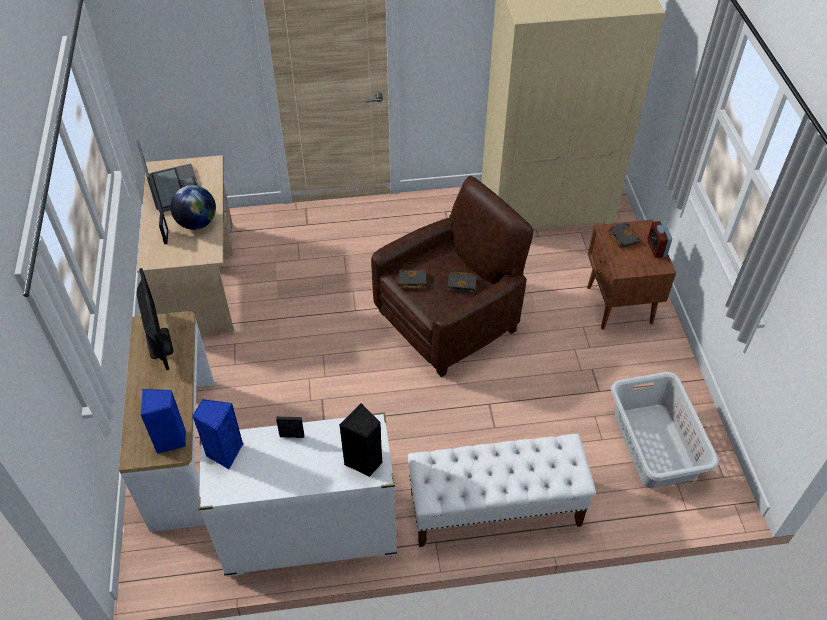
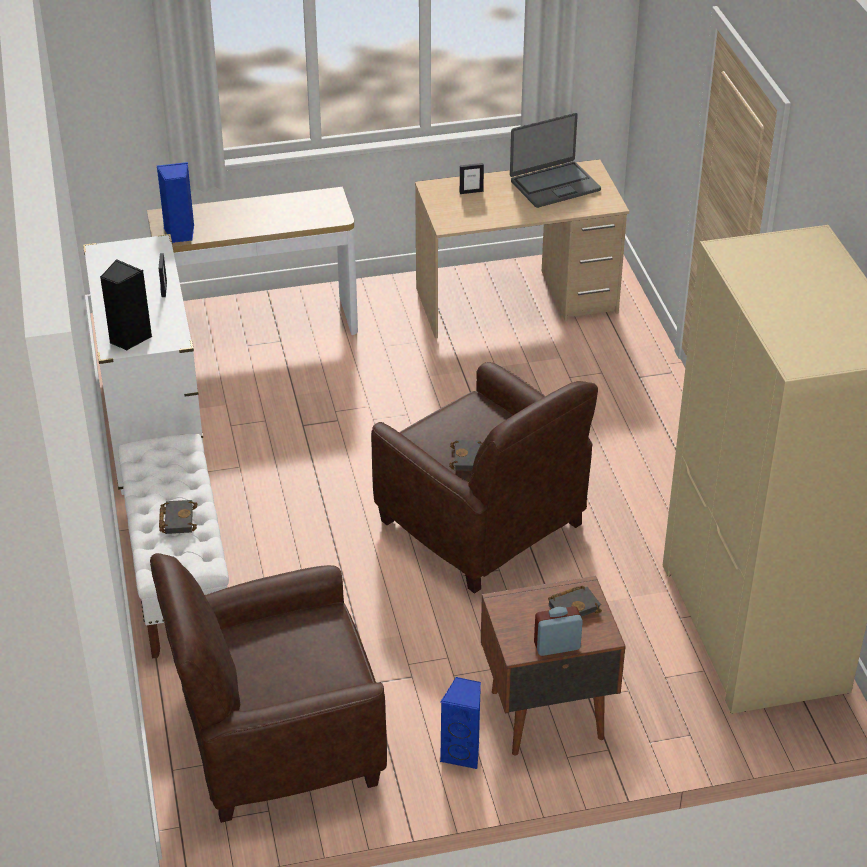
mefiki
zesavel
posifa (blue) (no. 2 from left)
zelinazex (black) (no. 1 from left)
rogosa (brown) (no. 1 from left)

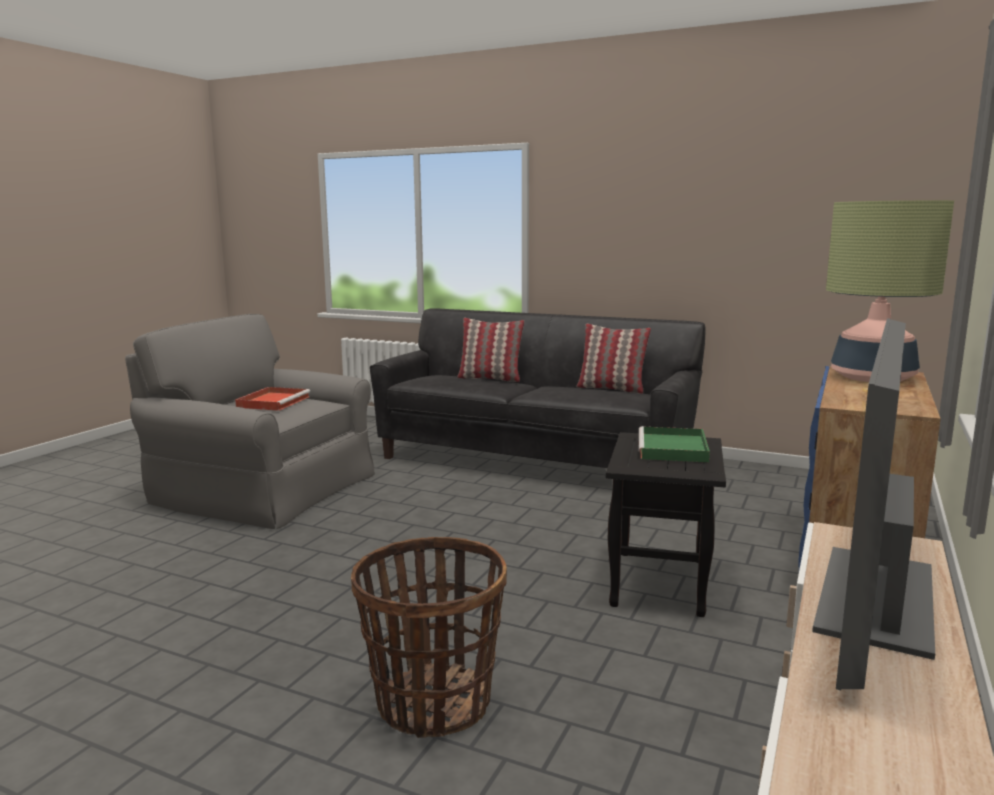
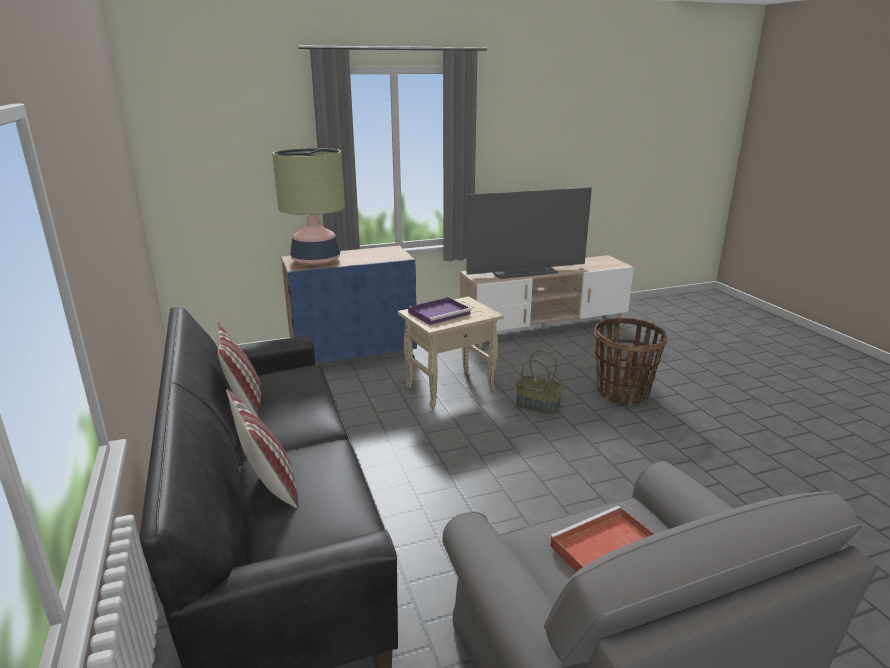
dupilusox (no. 1 from left)
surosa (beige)
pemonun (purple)

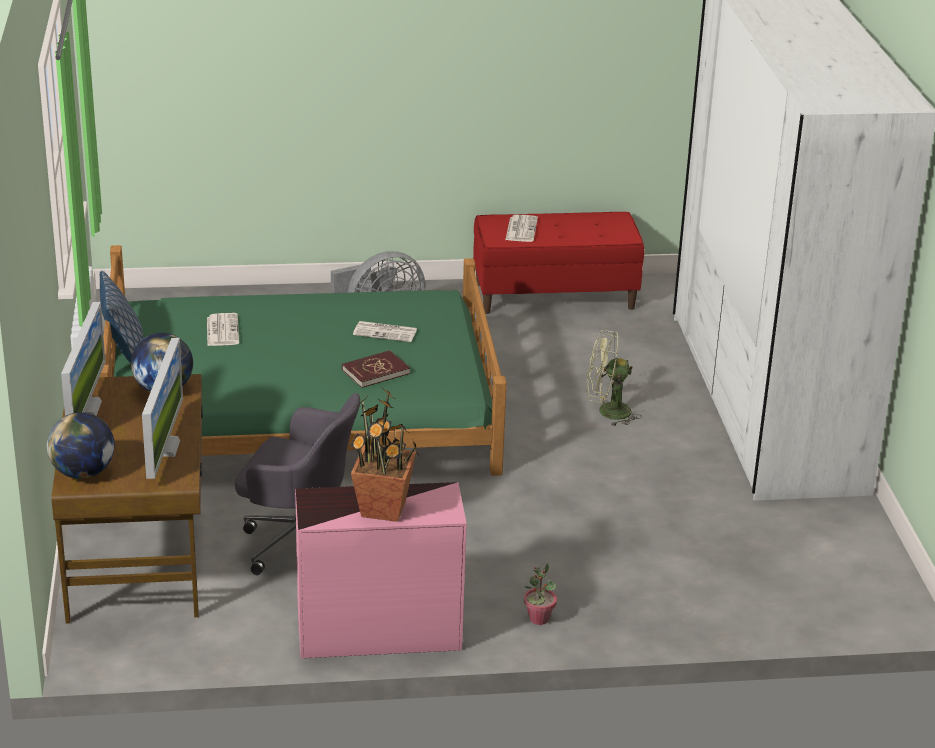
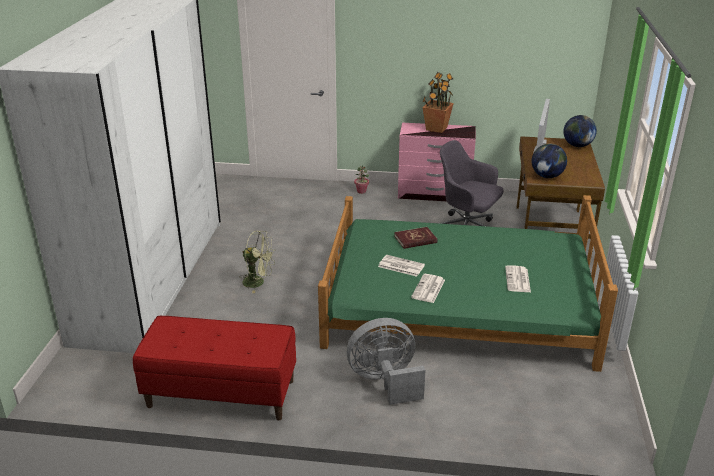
mefiki (no. 1 from left in the first image)
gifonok
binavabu (no. 2 from left)

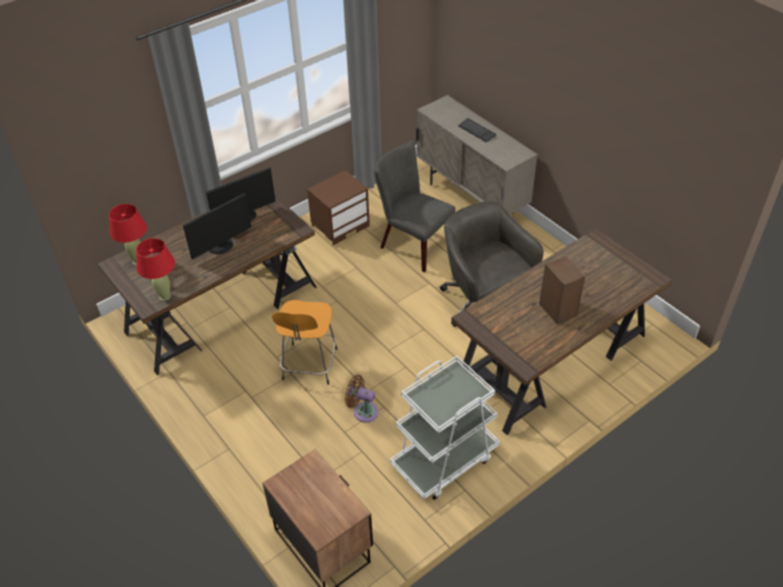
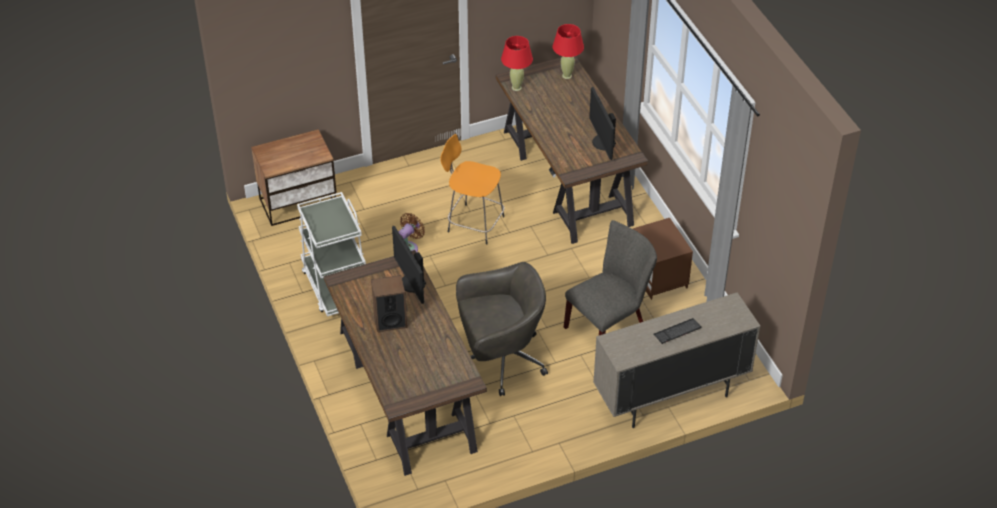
mefiki (no. 1 from left)

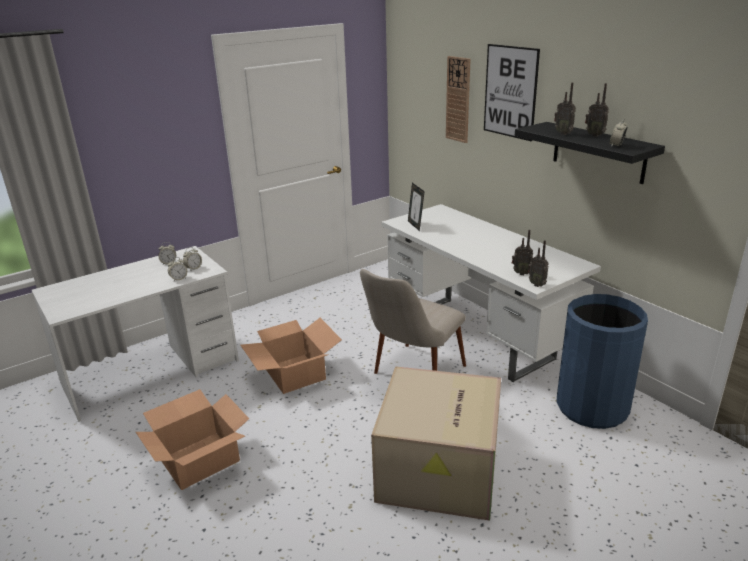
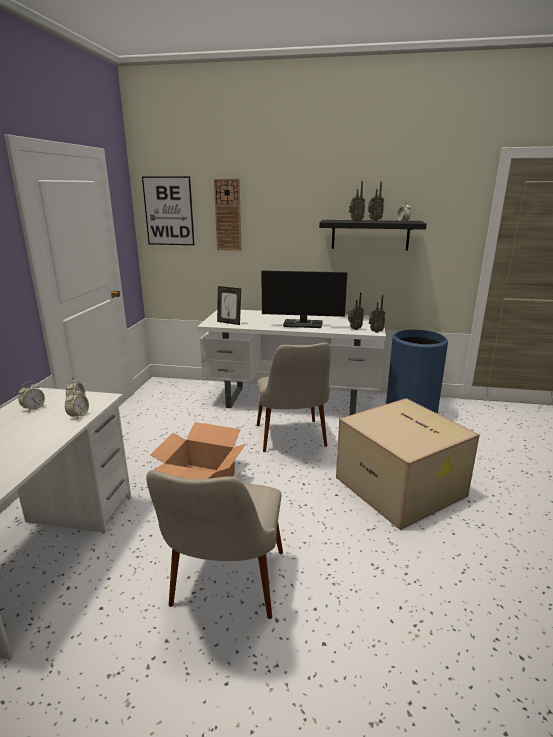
mefiki
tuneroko
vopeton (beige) (no. 1 from left)

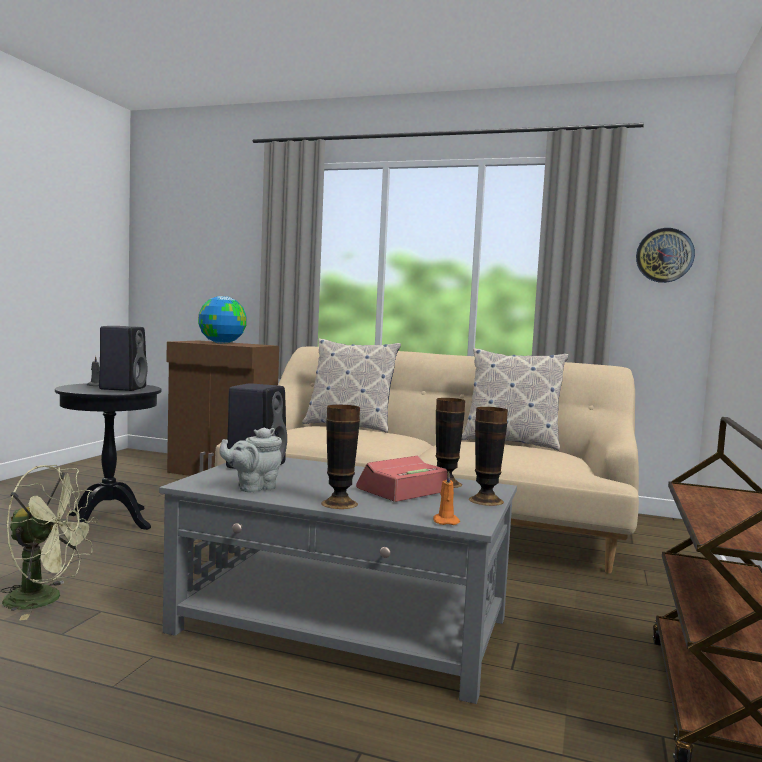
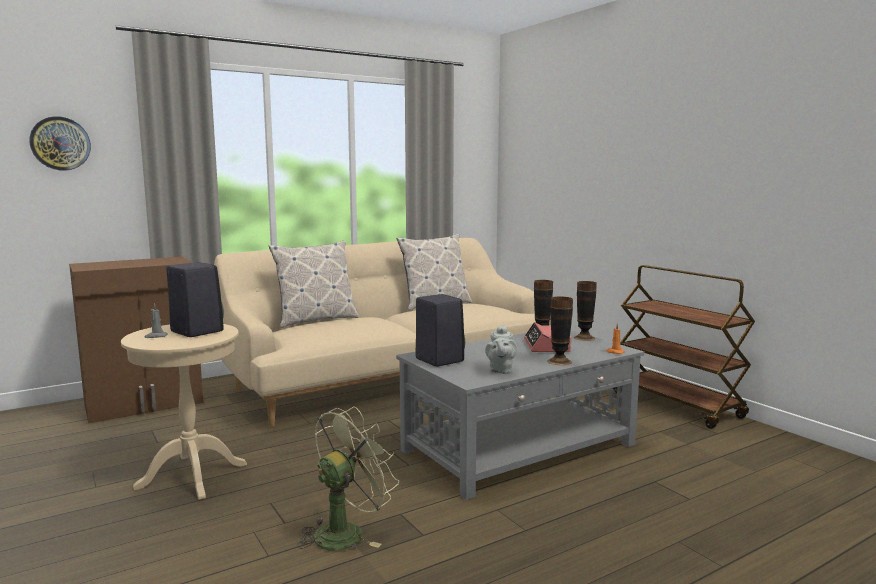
zesavel
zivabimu
surosa (beige)

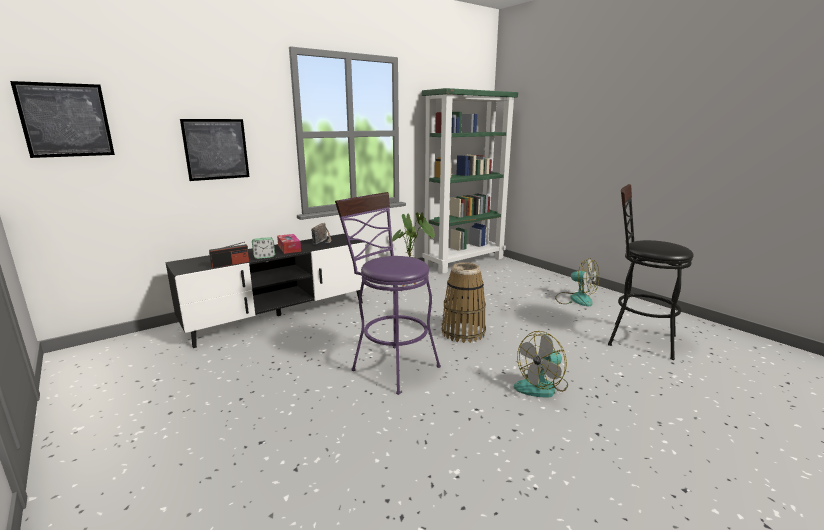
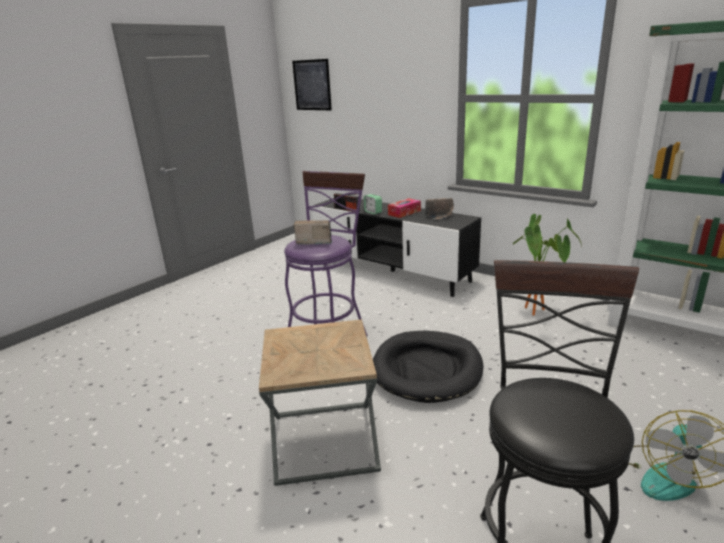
tuneroko (no. 2 from left in the first image)
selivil (no. 1 from left)
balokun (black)
surosa (brown)

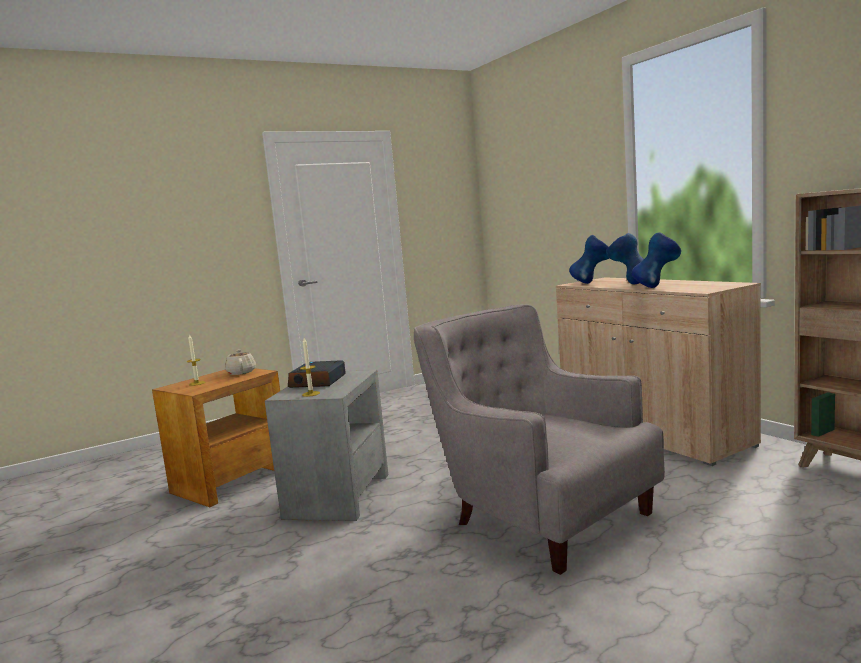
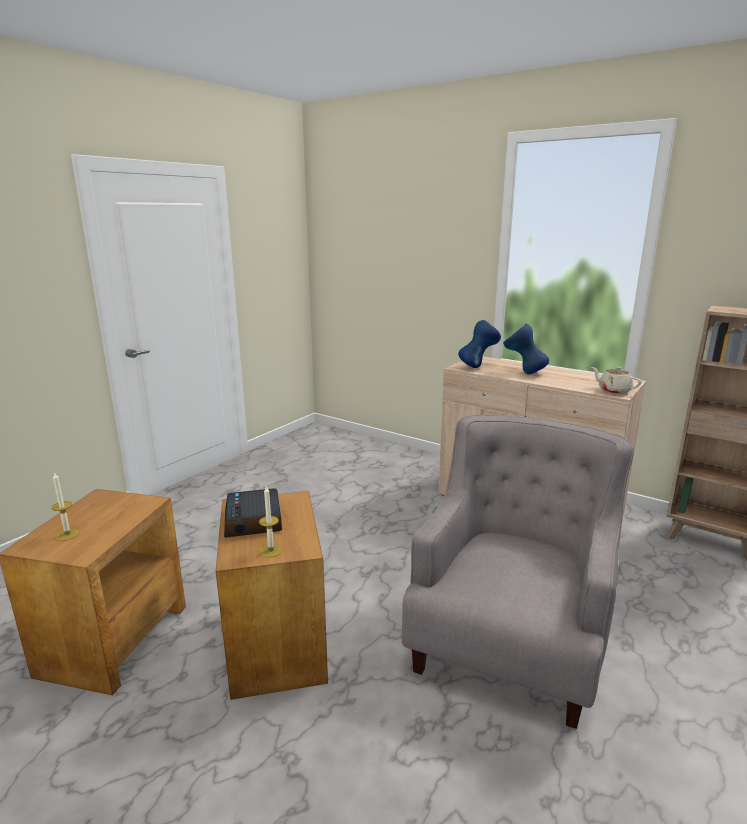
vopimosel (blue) (no. 3 from left in the first image)
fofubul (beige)
surosa (brown) (no. 2 from left)
rogosa (grey)

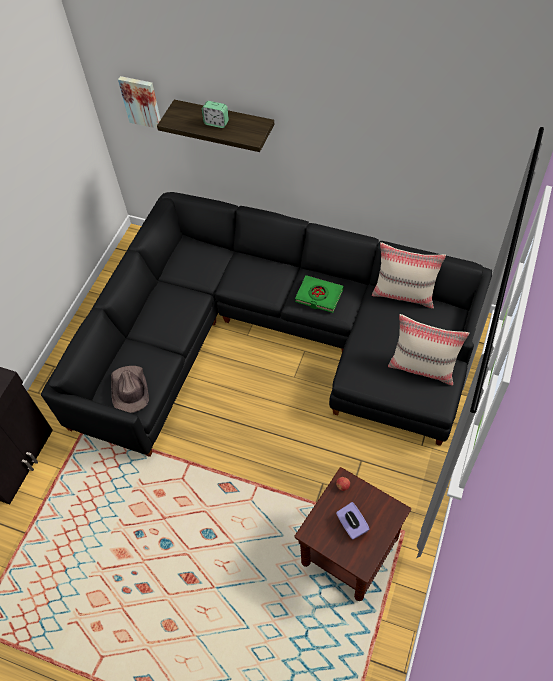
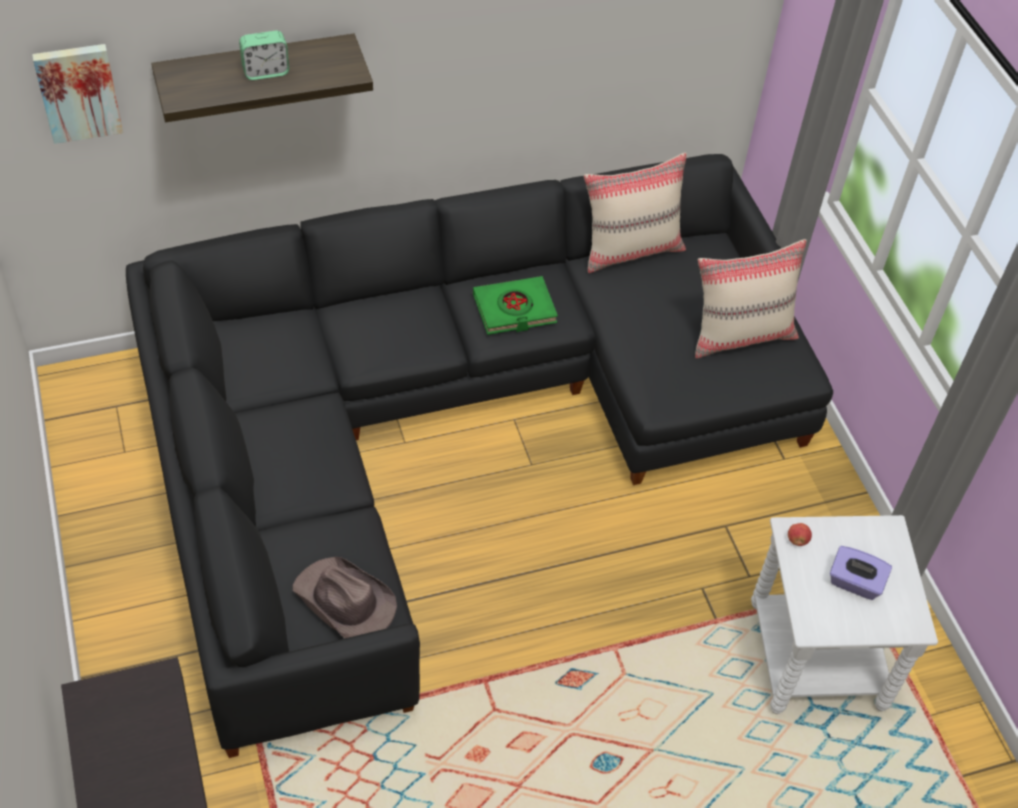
surosa (white)

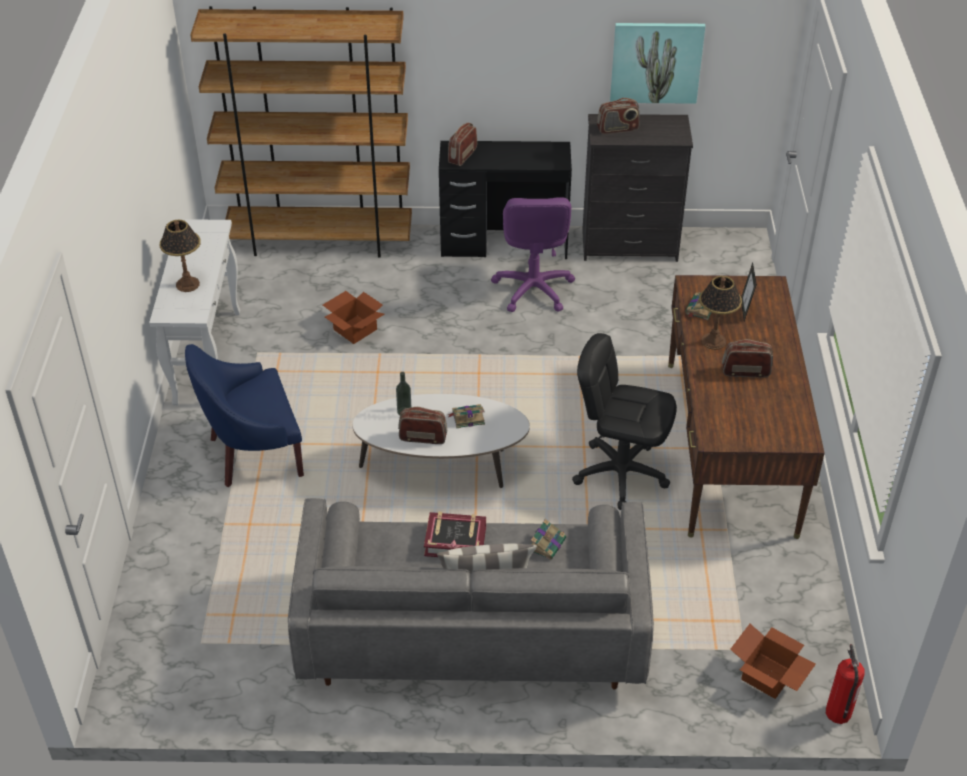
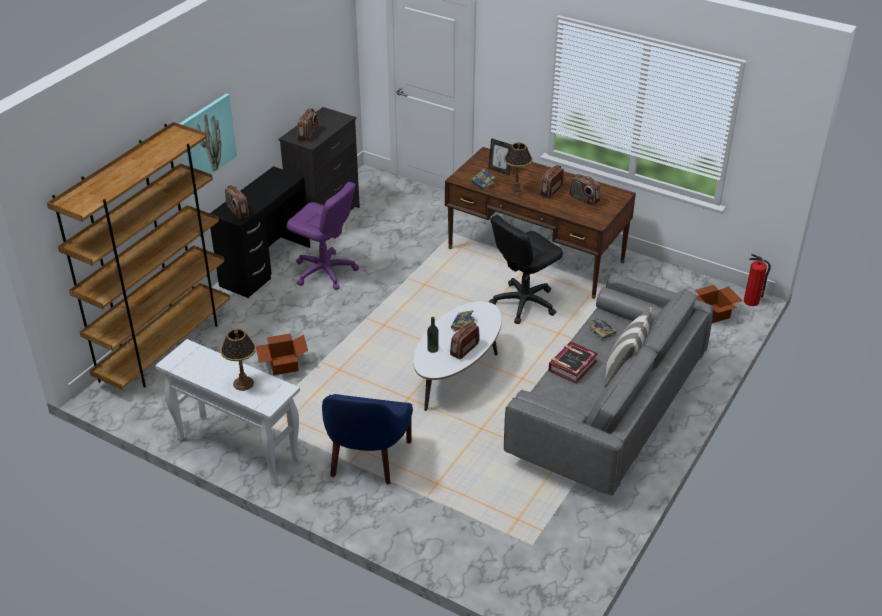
selivil (no. 5 from left)
tuneroko

